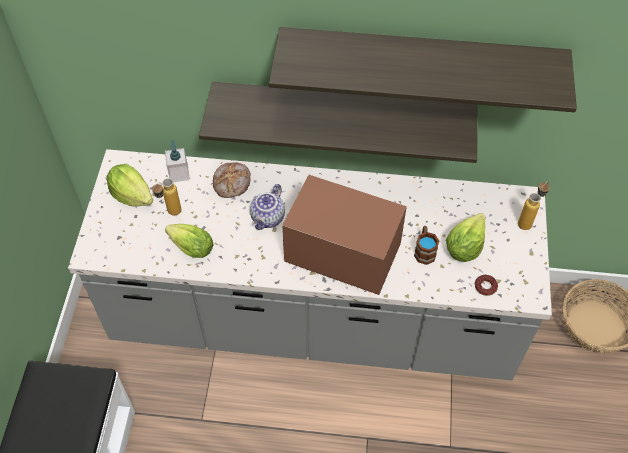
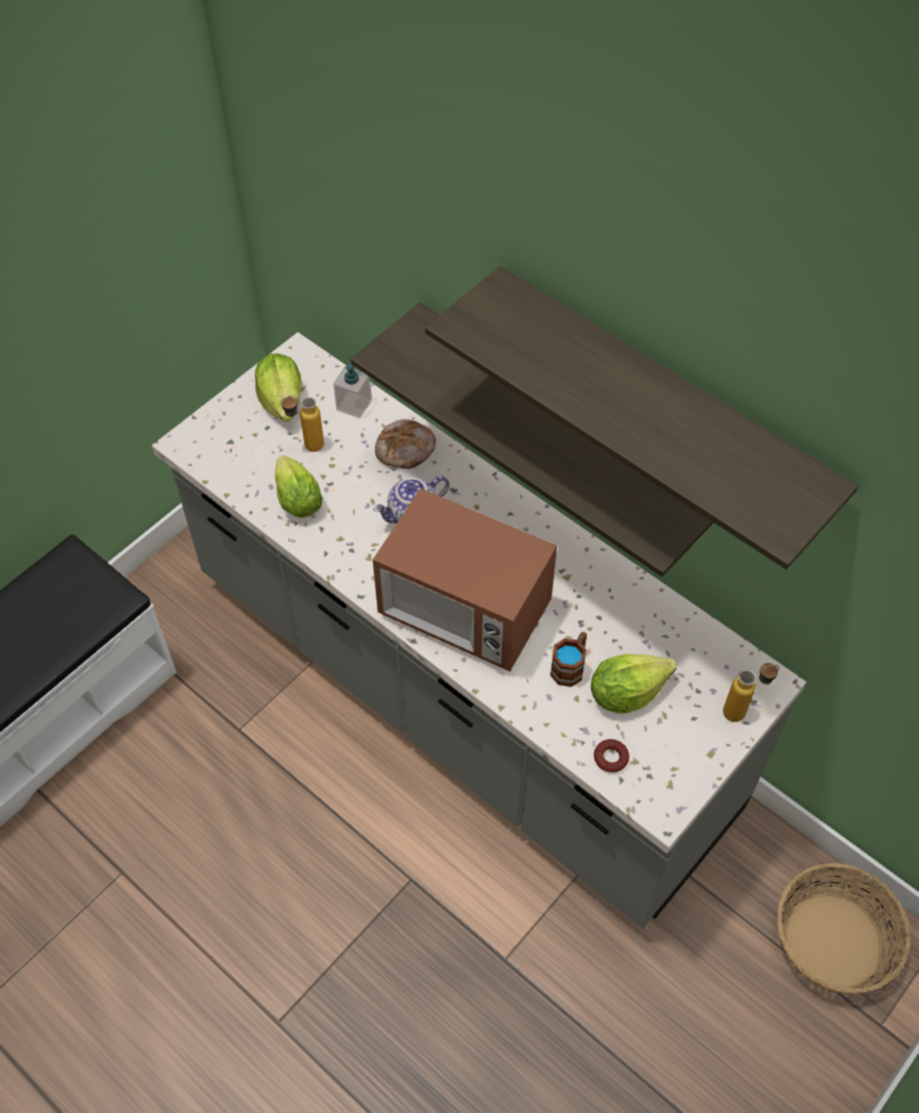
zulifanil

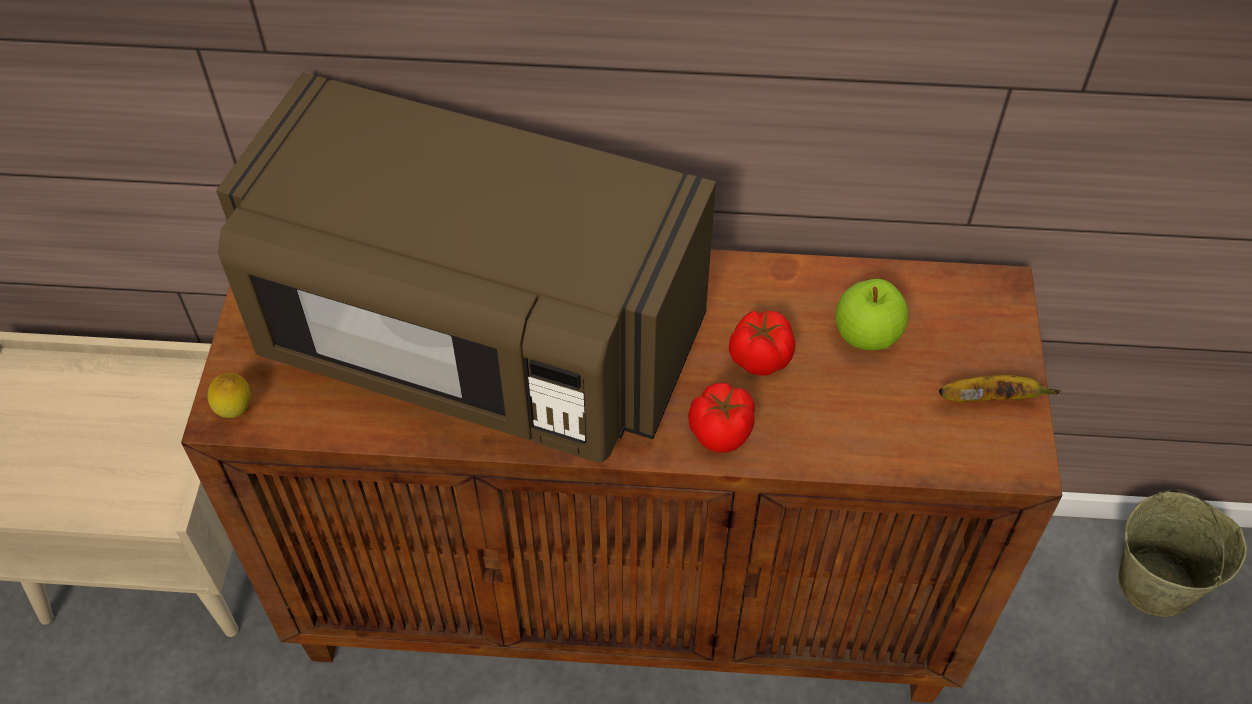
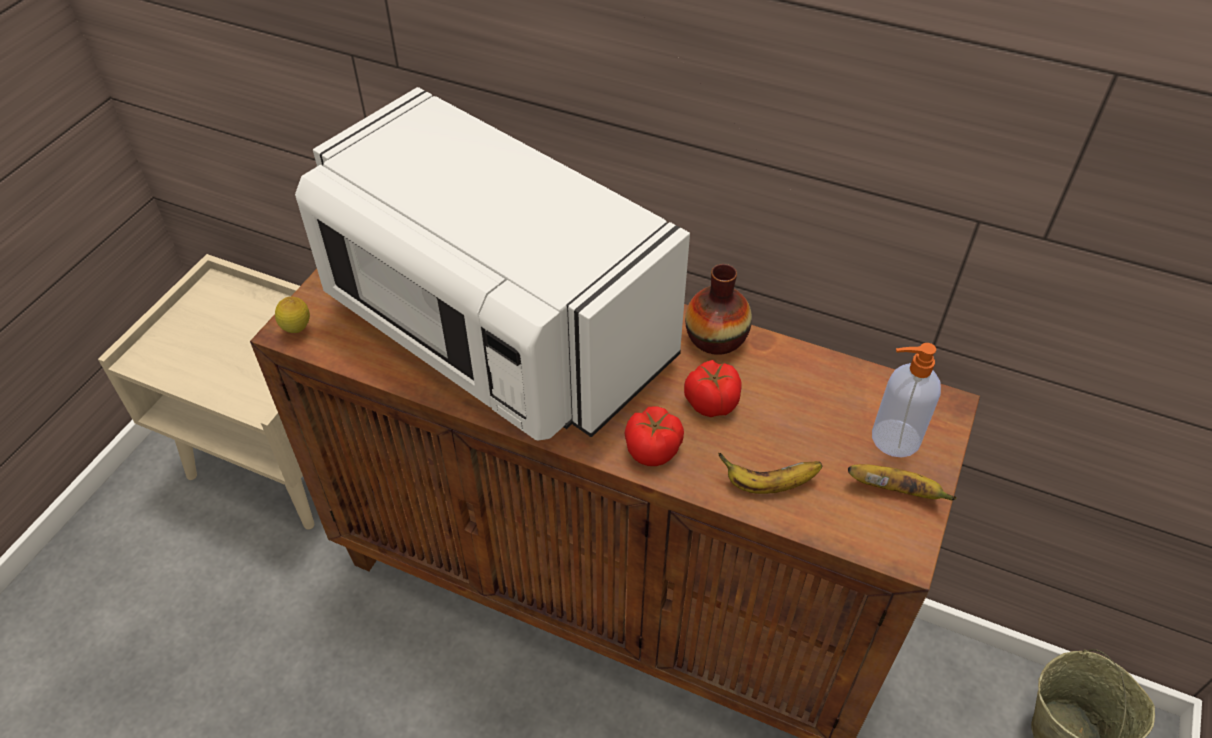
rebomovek
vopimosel
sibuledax (no. 1 from left)
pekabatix
zulifanil (white)

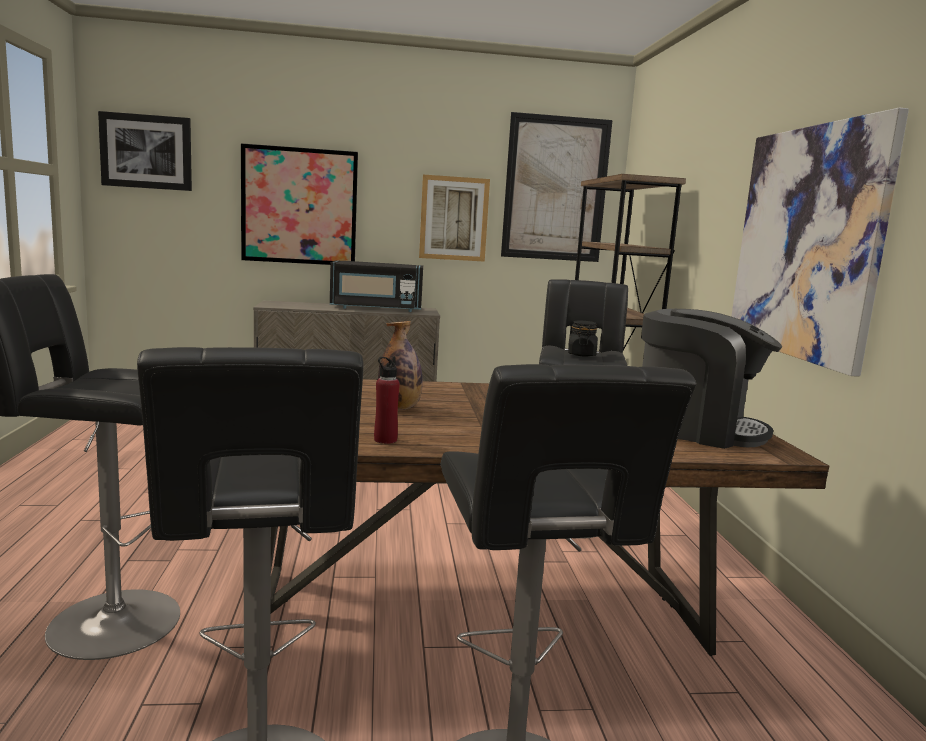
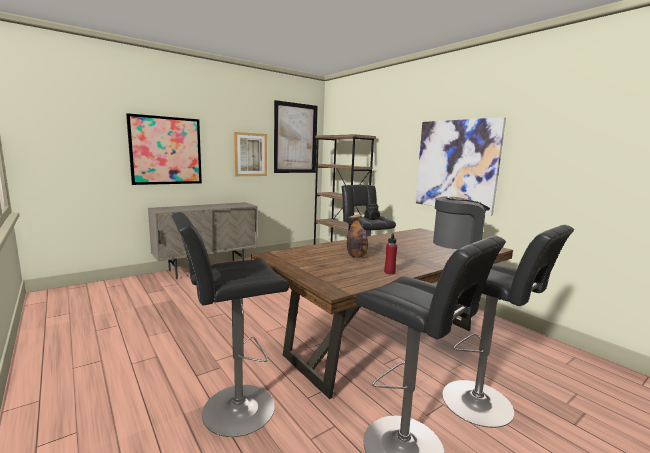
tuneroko (no. 1 from left in the first image)
zulifanil (black)

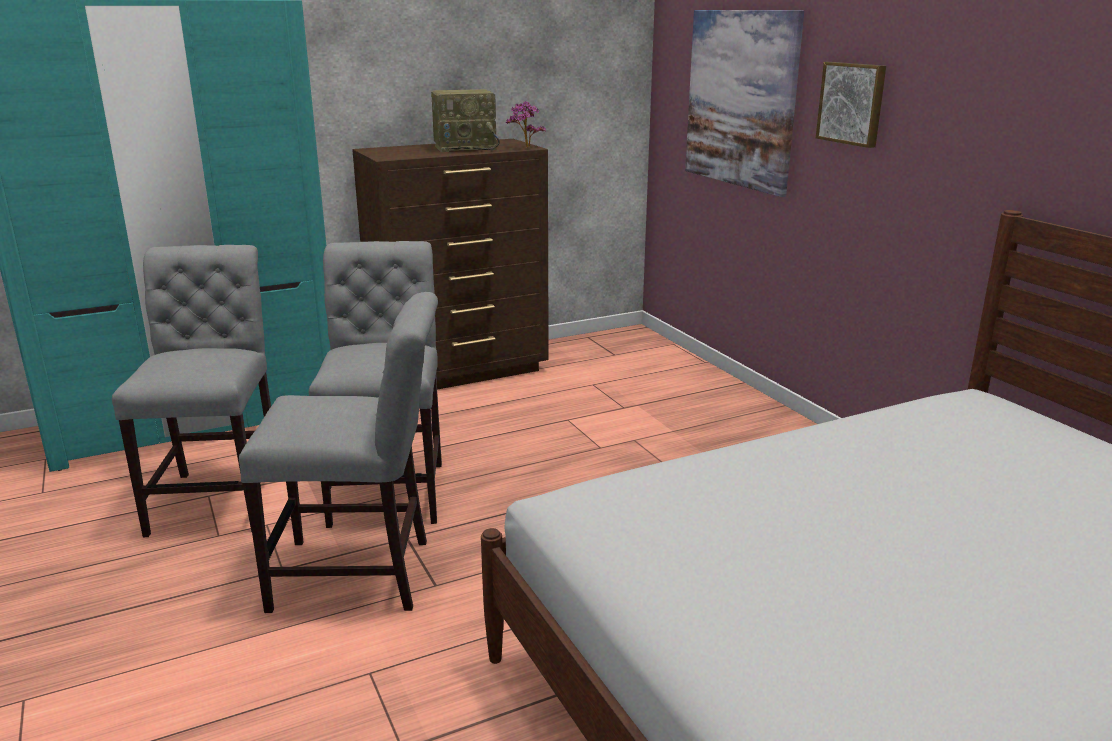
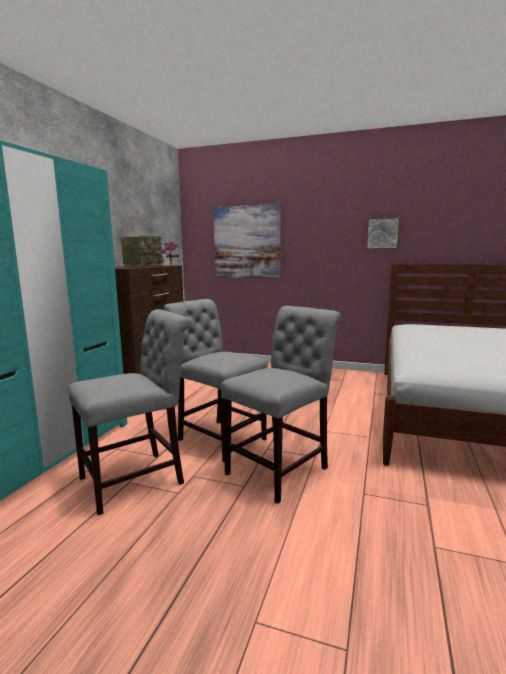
tuneroko (no. 2 from left)
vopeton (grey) (no. 1 from left)

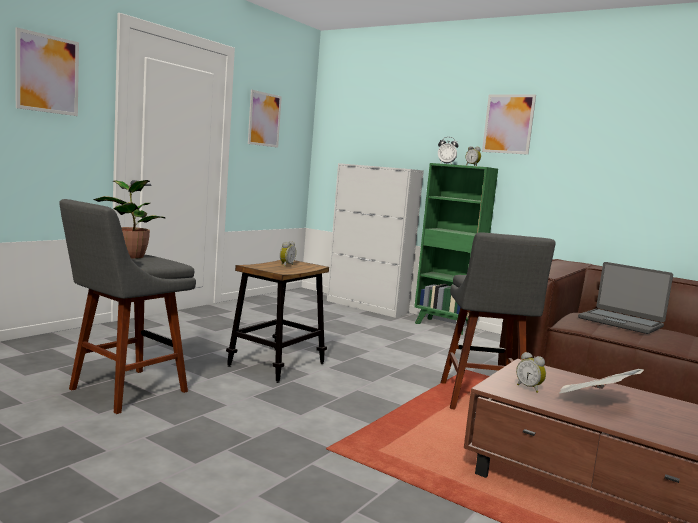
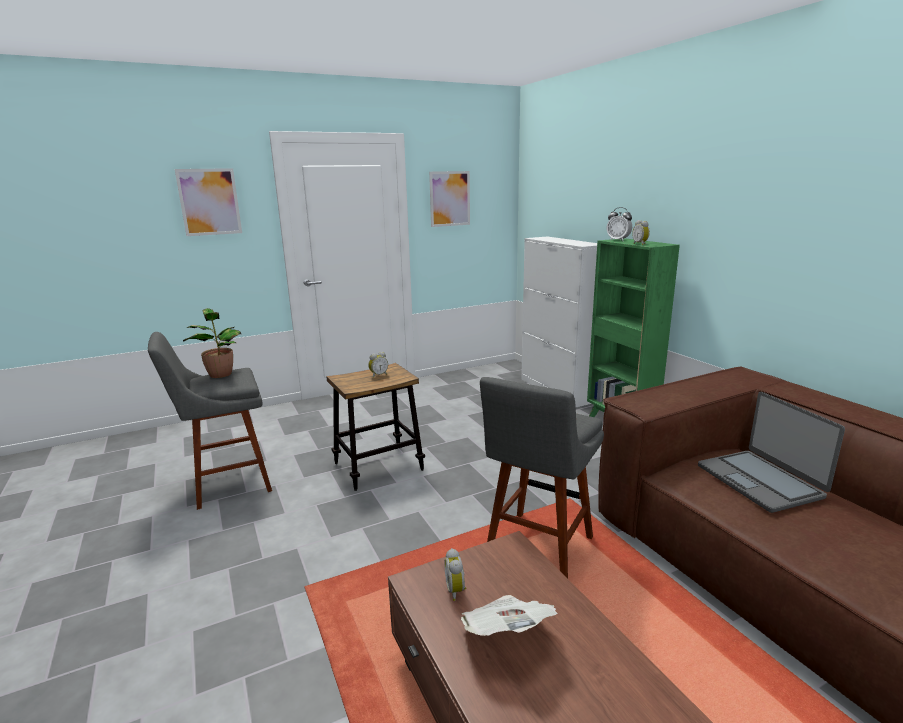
tuneroko (no. 3 from left in the first image)

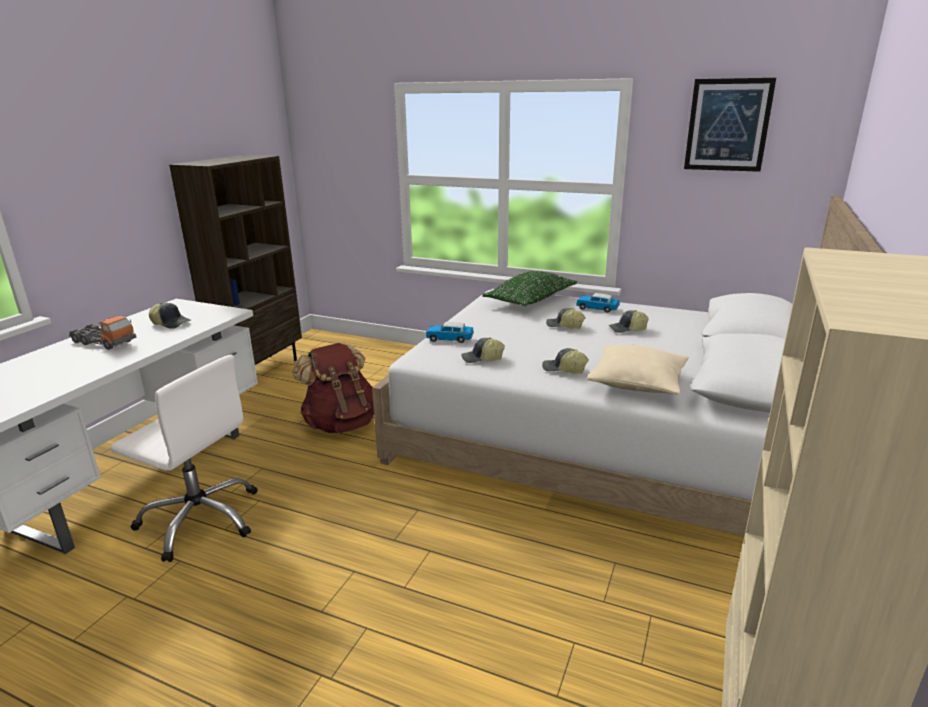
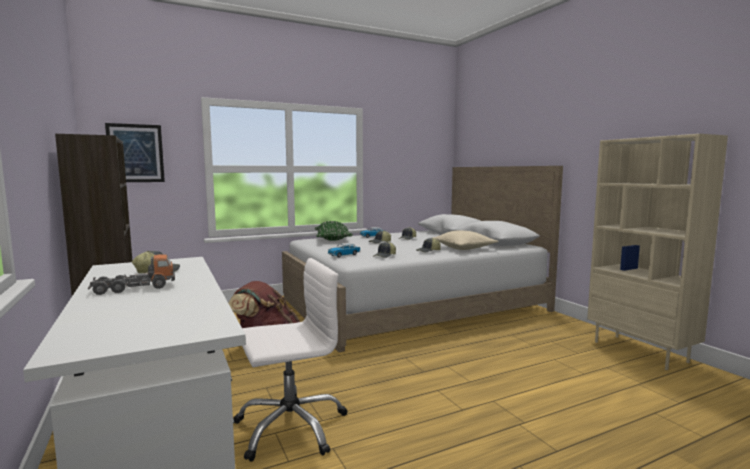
tuneroko

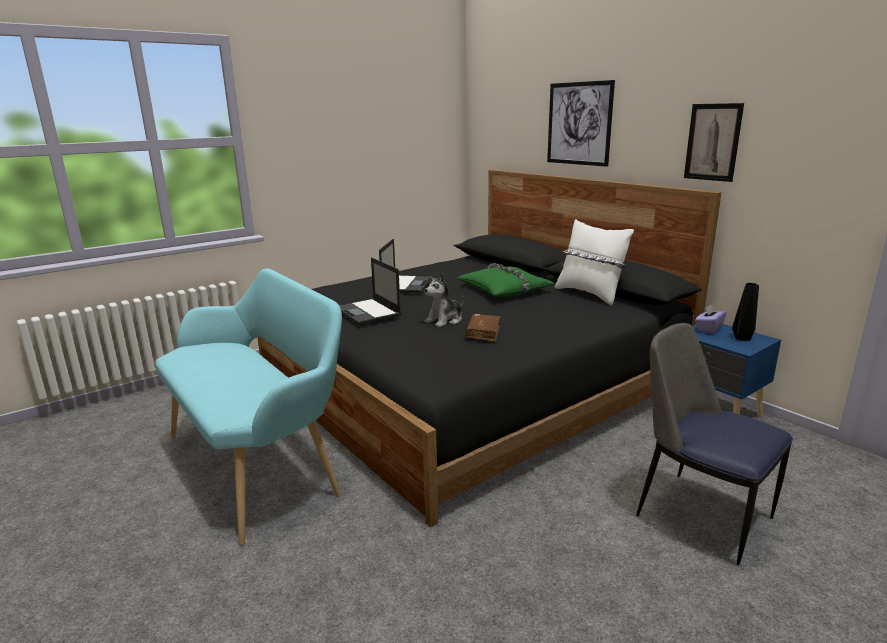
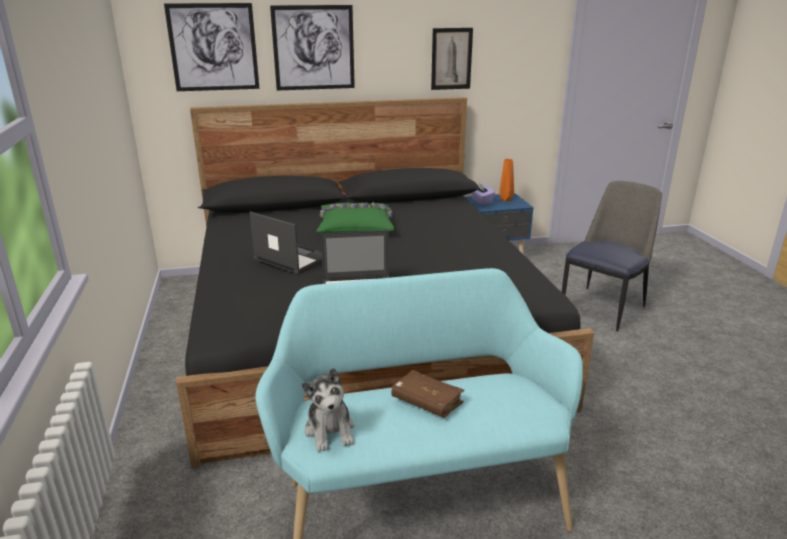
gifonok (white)
tuneroko (no. 1 from left)
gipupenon
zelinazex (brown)
vopimosel (orange)
vopeton

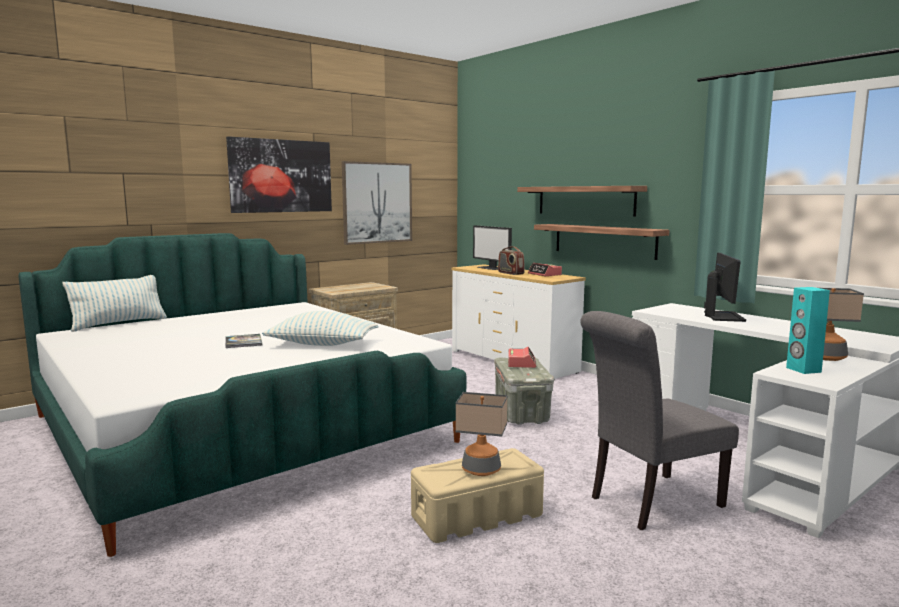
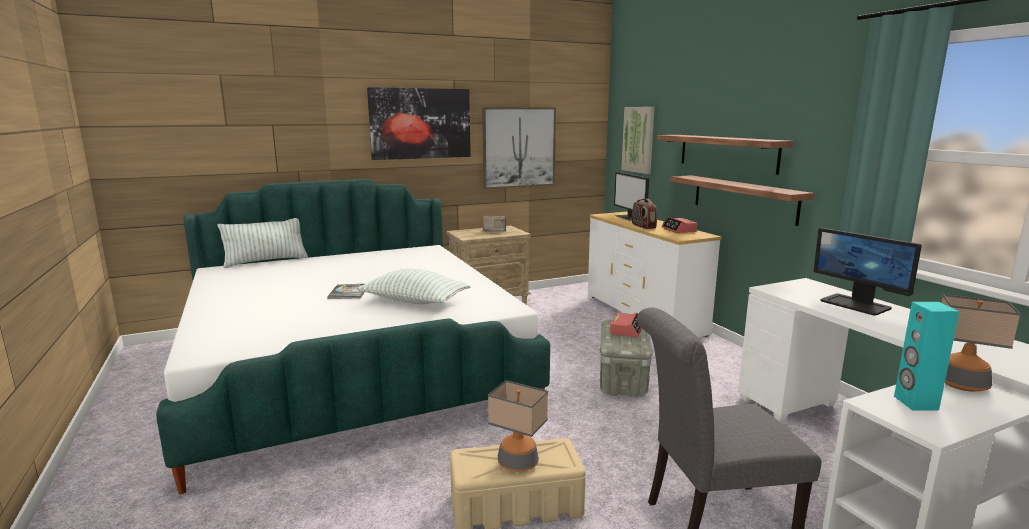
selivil (no. 1 from left)
tuneroko (no. 3 from left)
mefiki (no. 2 from left)

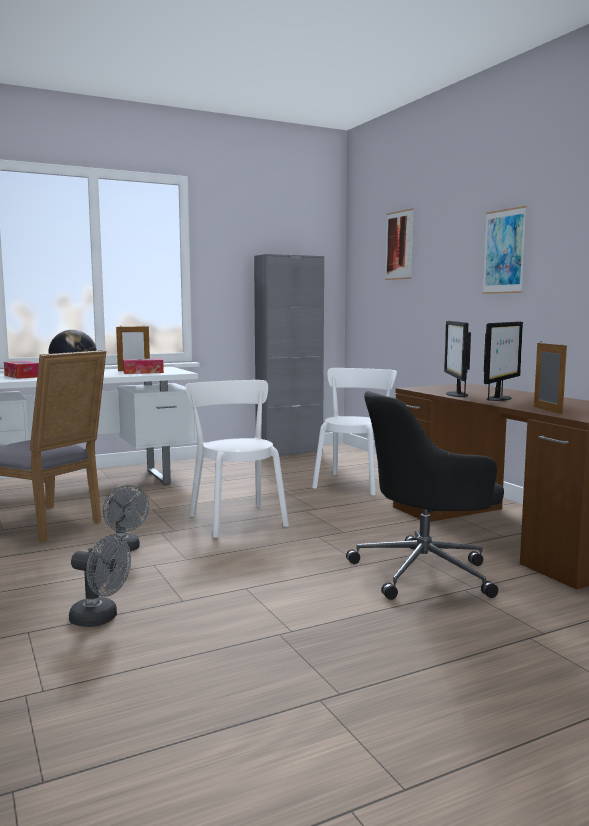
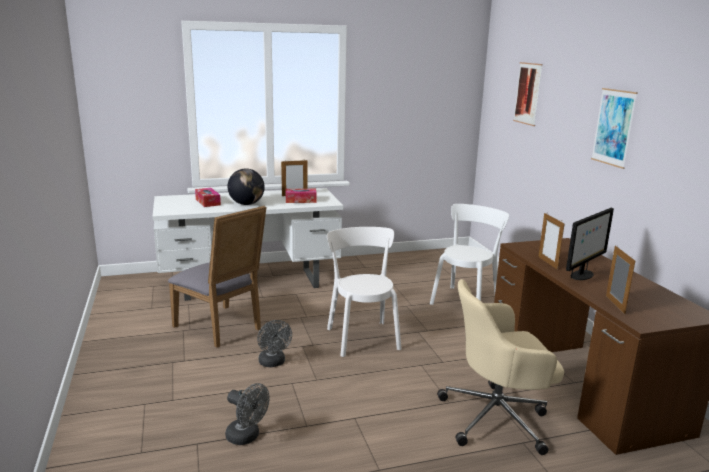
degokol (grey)
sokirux (no. 2 from left)
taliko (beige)

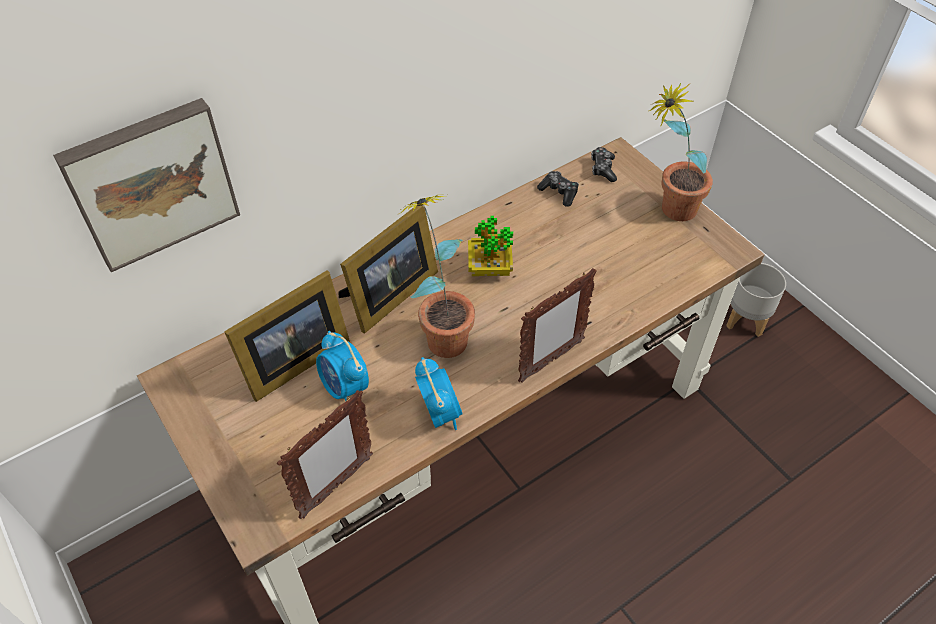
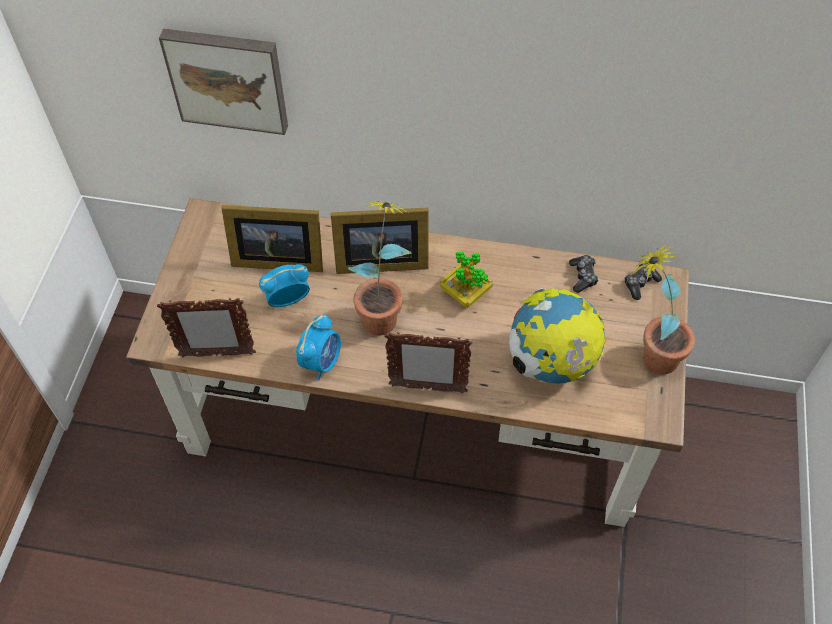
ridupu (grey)
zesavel
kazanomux (no. 1 from left)

